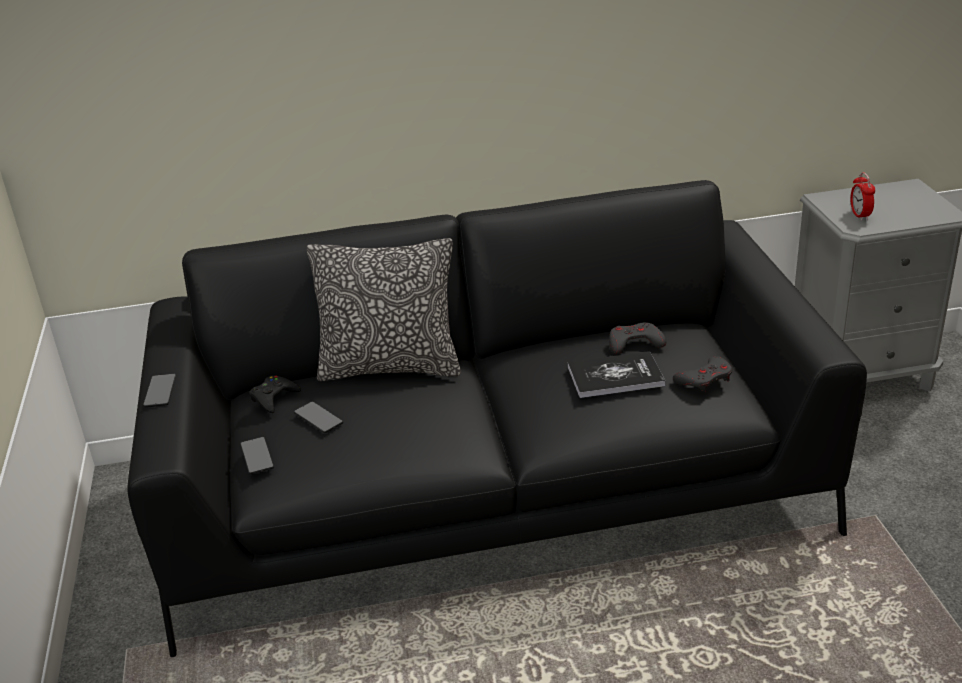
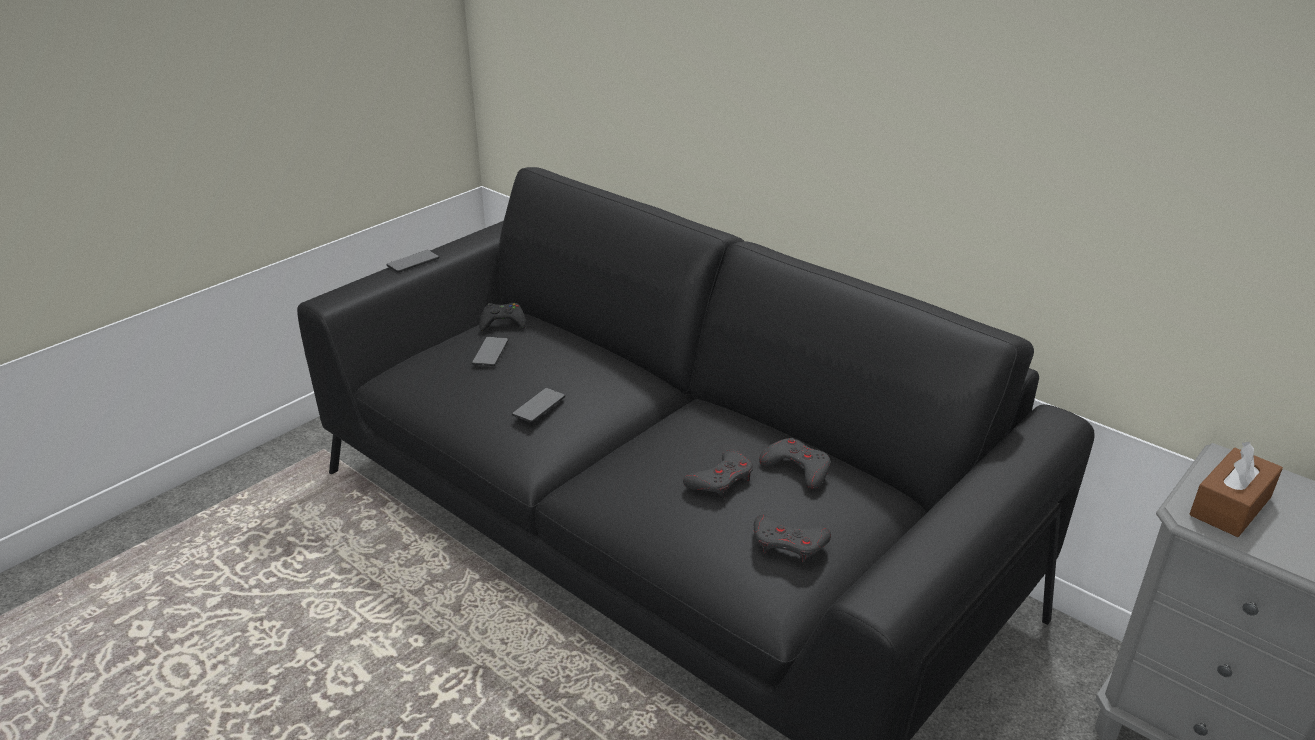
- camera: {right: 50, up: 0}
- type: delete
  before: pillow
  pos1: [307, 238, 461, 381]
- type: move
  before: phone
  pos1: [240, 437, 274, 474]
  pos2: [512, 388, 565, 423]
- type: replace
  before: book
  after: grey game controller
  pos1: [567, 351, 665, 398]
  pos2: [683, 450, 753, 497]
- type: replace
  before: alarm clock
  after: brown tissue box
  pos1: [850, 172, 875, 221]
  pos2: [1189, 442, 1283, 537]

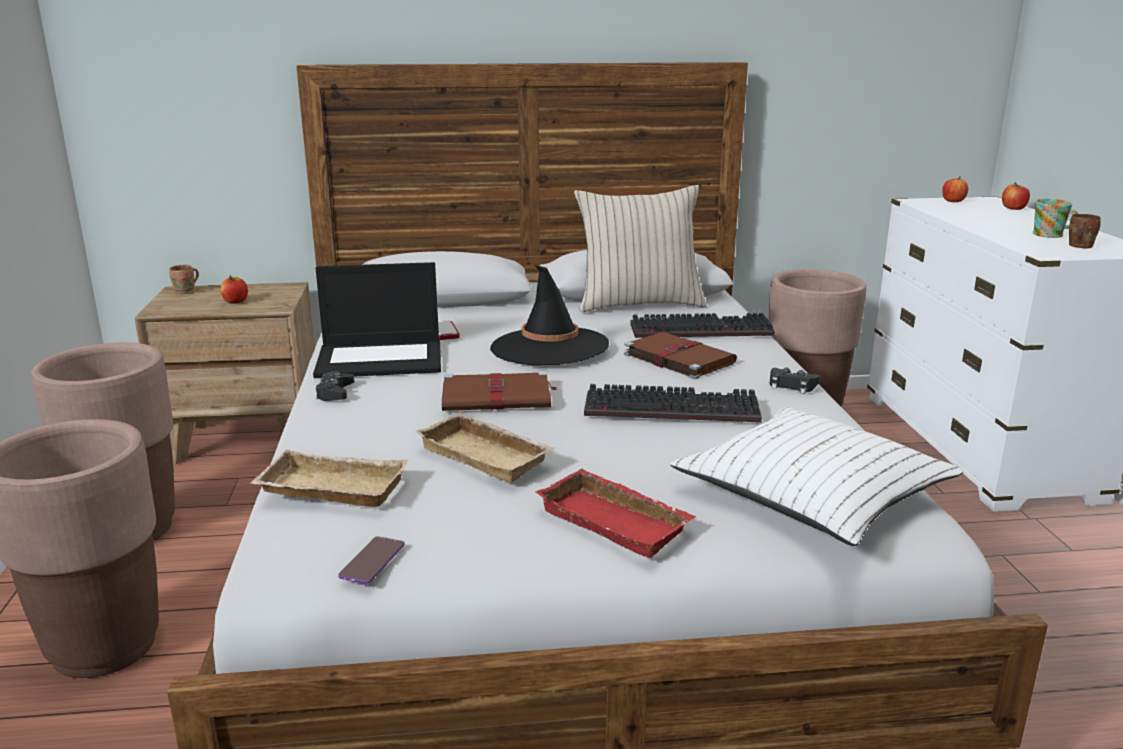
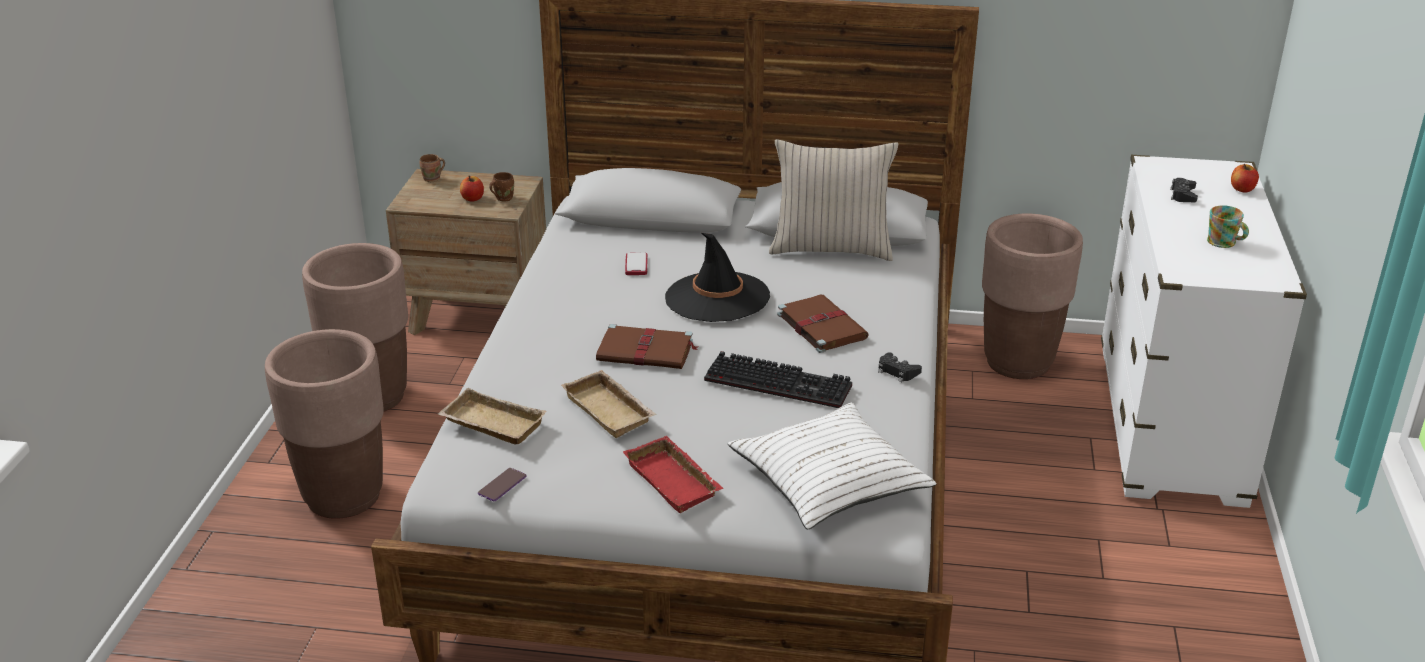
- camera: {right: 15, up: 10}
- type: delete
  before: laptop
  pos1: [313, 262, 441, 378]
- type: delete
  before: keyboard
  pos1: [630, 313, 775, 338]
- type: delete
  before: apple
  pos1: [942, 177, 968, 202]
- type: move
  before: black game controller
  pos1: [316, 371, 355, 401]
  pos2: [1170, 178, 1198, 202]
- type: move
  before: brown mug
  pos1: [1069, 214, 1101, 248]
  pos2: [489, 172, 514, 201]

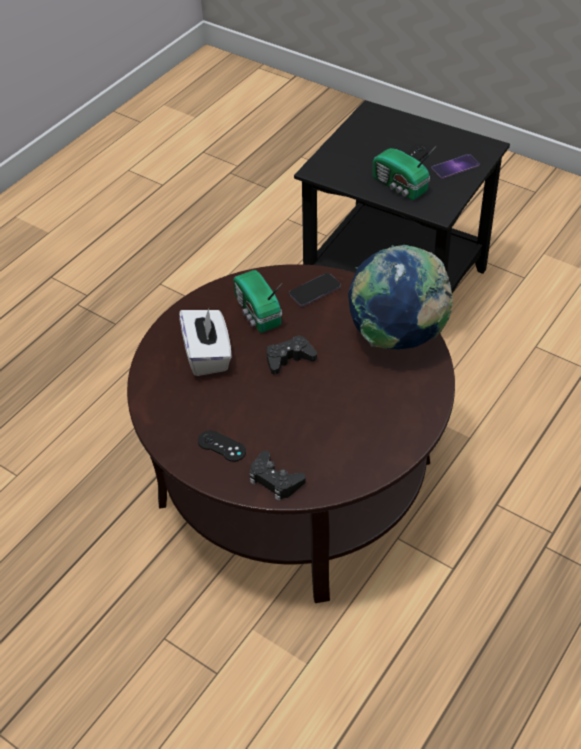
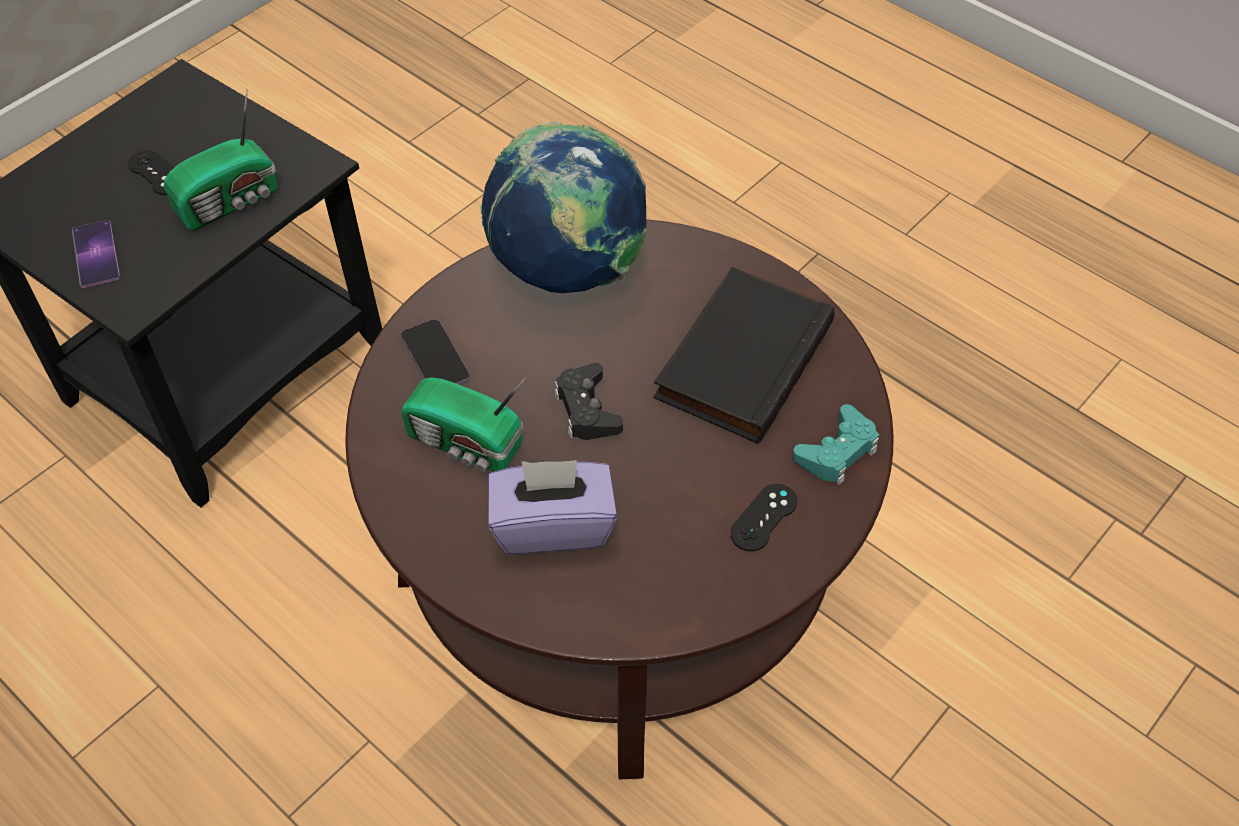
- camera: {right: -85, up: 5}
- type: insert
  after: black book
  pos2: [653, 267, 835, 444]
- type: move
  before: phone
  pos1: [431, 154, 480, 179]
  pos2: [72, 220, 120, 288]
- type: recolor
  before: white tissue box
  after: purple tissue box
  pos1: [179, 308, 232, 376]
  pos2: [488, 460, 617, 554]
- type: recolor
  before: black game controller
  after: turquoise game controller
  pos1: [250, 450, 306, 501]
  pos2: [792, 404, 879, 485]
- type: rotate
  before: radio
  pos1: [233, 270, 282, 333]
  pos2: [401, 377, 526, 472]
  turn: 45

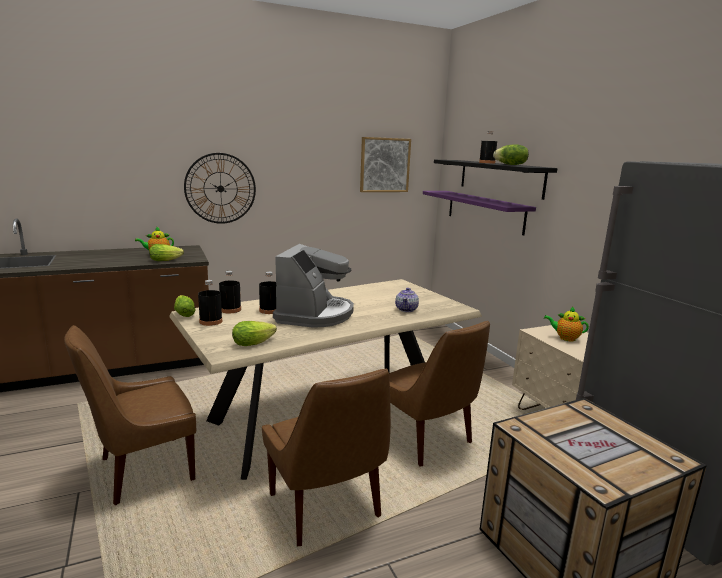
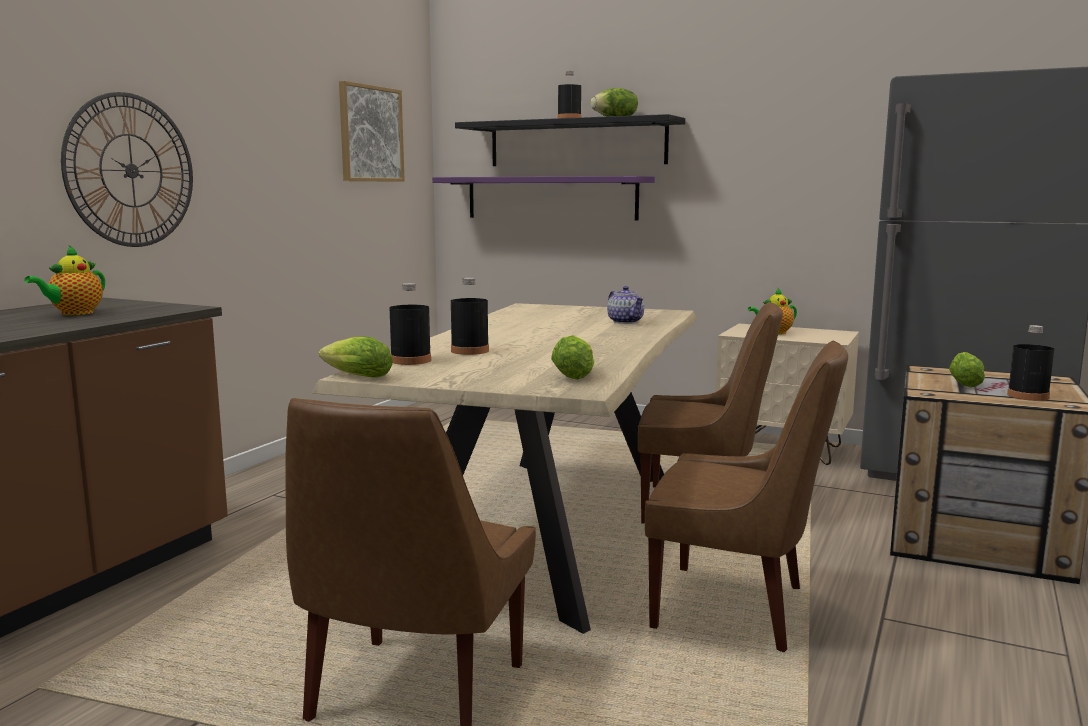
- camera: {right: -40, up: -5}
- type: delete
  before: coffee machine
  pos1: [273, 244, 354, 327]
- type: move
  before: lettuce
  pos1: [149, 244, 184, 261]
  pos2: [949, 352, 985, 388]
- type: move
  before: black bottle
  pos1: [198, 280, 222, 326]
  pos2: [1007, 325, 1054, 401]

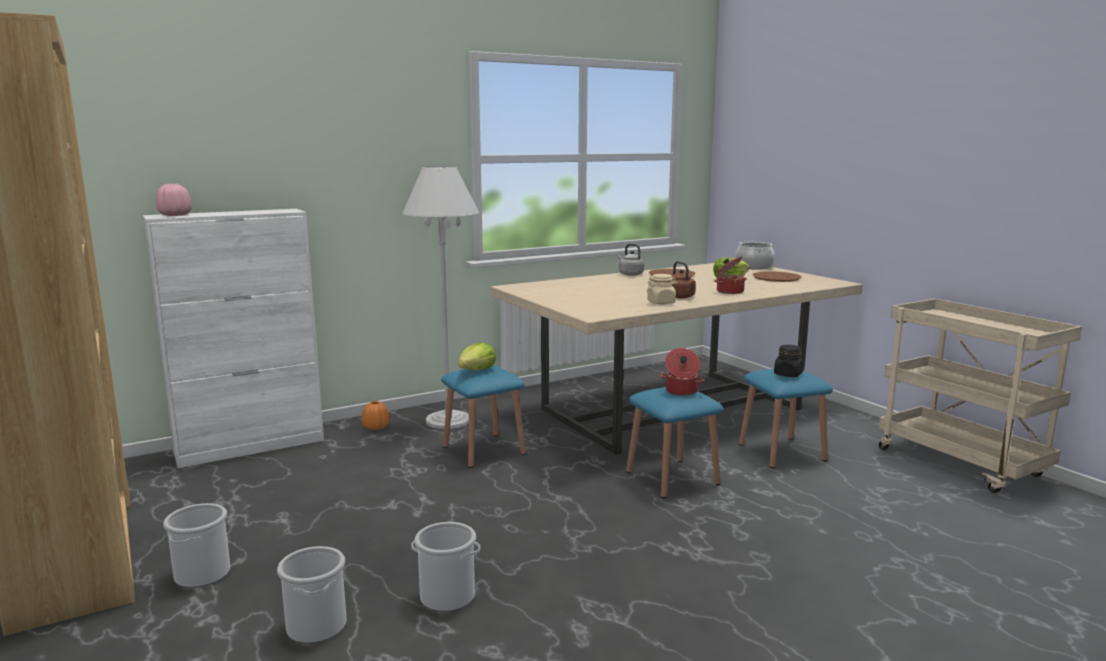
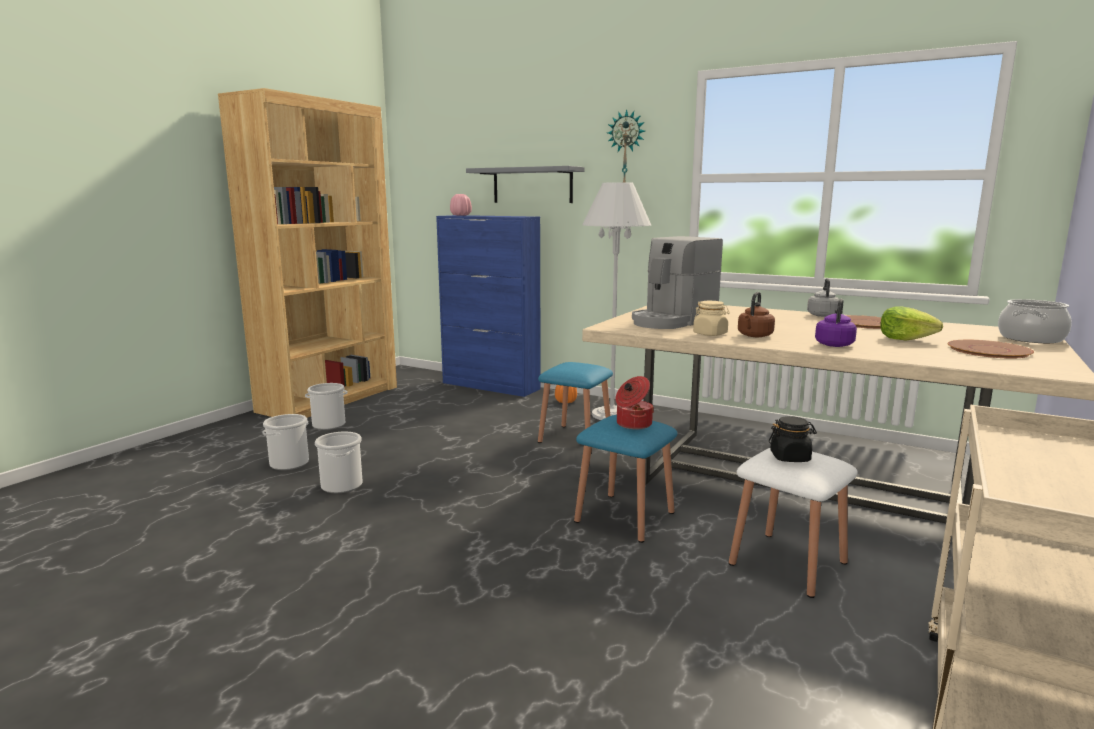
- camera: {right: 60, up: 0}
- type: delete
  before: lettuce
  pos1: [458, 342, 496, 370]
- type: insert
  after: grey shelf
  pos2: [466, 166, 585, 203]
- type: insert
  after: wall clock
  pos2: [607, 109, 645, 182]
- type: insert
  after: coffee machine
  pos2: [632, 236, 723, 329]
- type: replace
  before: cooking pot
  after: purple kettle
  pos1: [714, 257, 747, 294]
  pos2: [815, 299, 857, 347]
- type: recolor
  before: white cabinet
  after: blue cabinet
  pos1: [143, 209, 324, 468]
  pos2: [436, 215, 541, 397]
- type: recolor
  before: blue stool
  after: white stool
  pos1: [739, 369, 833, 468]
  pos2: [729, 448, 858, 598]

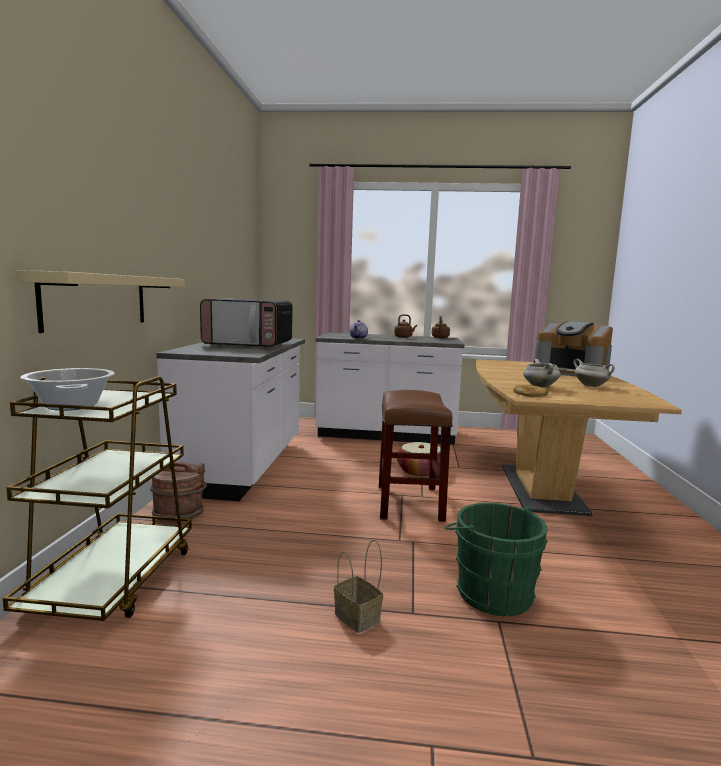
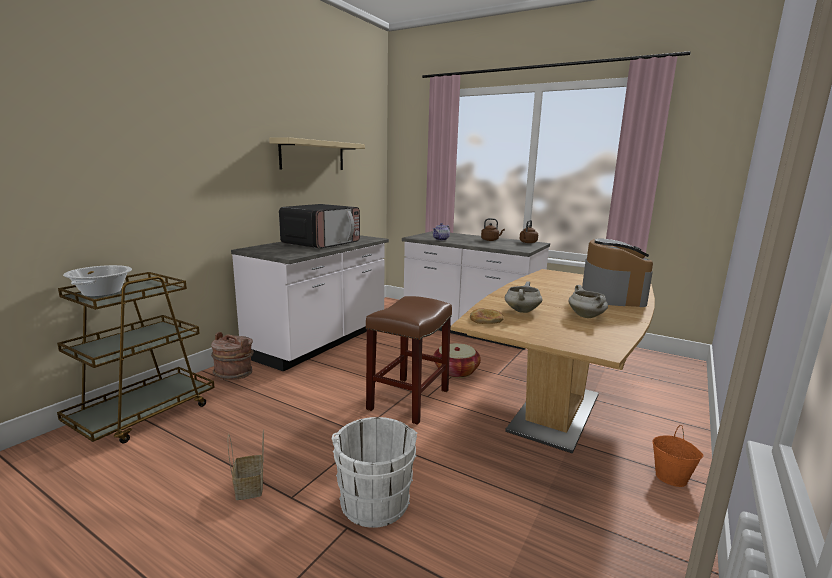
- camera: {right: 25, up: 5}
- type: insert
  after: orange bucket
  pos2: [652, 425, 704, 487]
- type: move
  before: beige shelf
  pos1: [16, 270, 185, 333]
  pos2: [269, 137, 365, 170]
- type: recolor
  before: green bucket
  after: white bucket
  pos1: [444, 503, 548, 616]
  pos2: [332, 417, 417, 528]
- type: rotate
  before: microwave
  pos1: [200, 299, 293, 348]
  pos2: [279, 204, 360, 249]
  turn: -90
- type: rotate
  before: coffee machine
  pos1: [534, 321, 613, 377]
  pos2: [582, 238, 653, 307]
  turn: -150

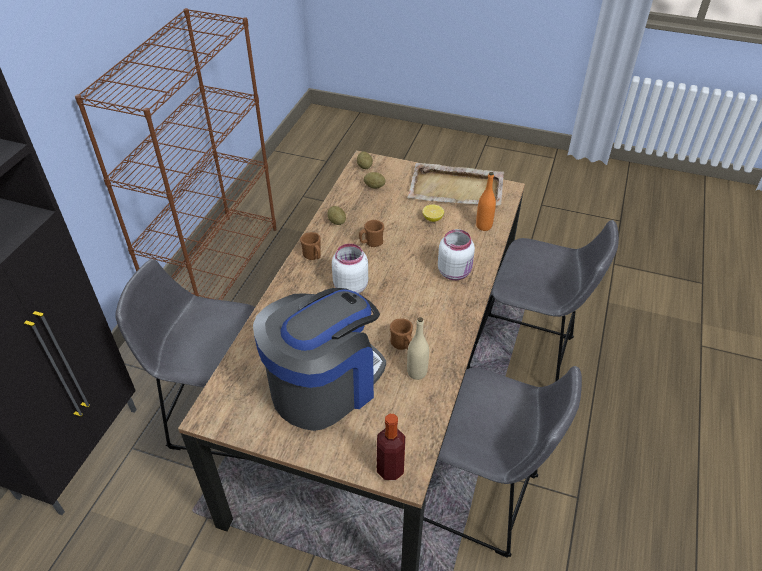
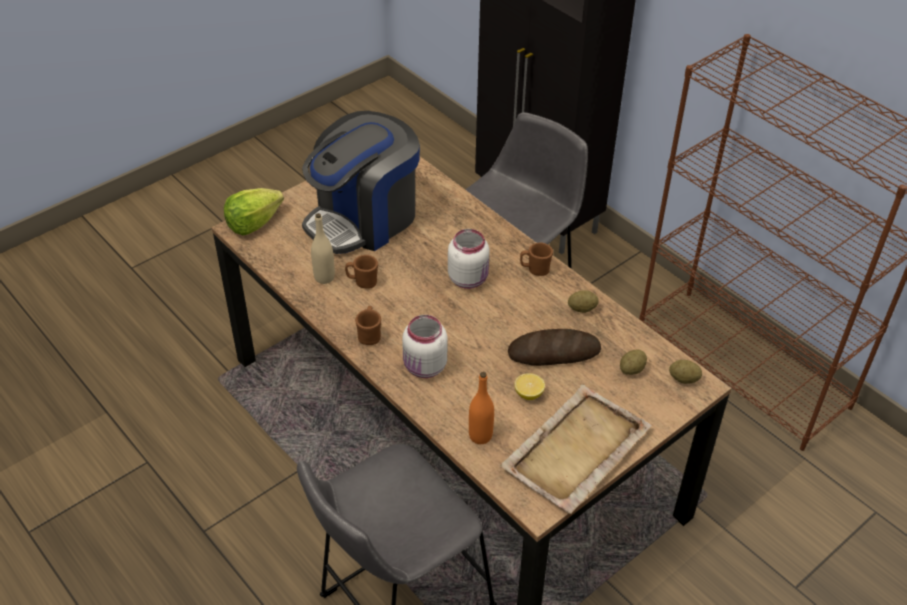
- camera: {right: 120, up: 0}
- type: delete
  before: grey stool
  pos1: [423, 366, 582, 558]
- type: insert
  after: bread
  pos2: [508, 329, 601, 366]
- type: move
  before: brown mug
  pos1: [359, 220, 384, 247]
  pos2: [355, 306, 381, 345]
- type: replace
  before: bottle
  after: lettuce
  pos1: [377, 414, 405, 480]
  pos2: [224, 188, 284, 235]
- type: rotate
  before: coffee machine
  pos1: [253, 288, 386, 431]
  pos2: [302, 111, 420, 254]
  turn: 60

